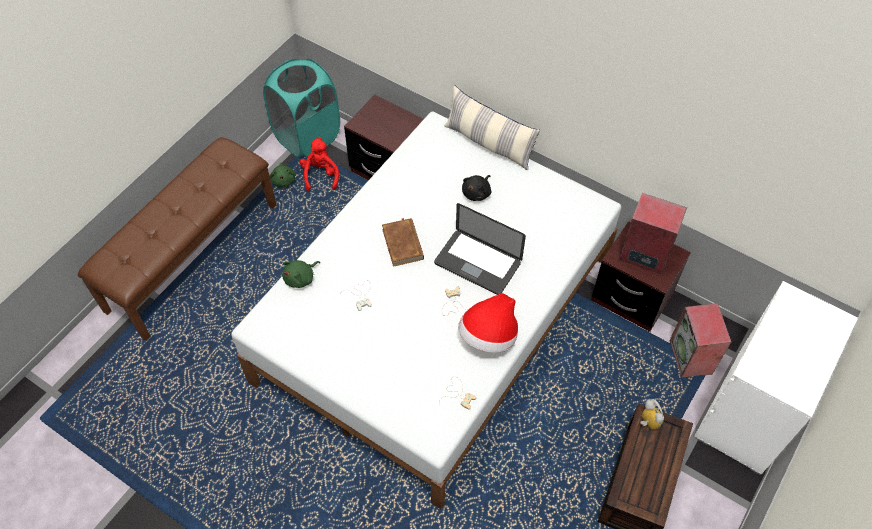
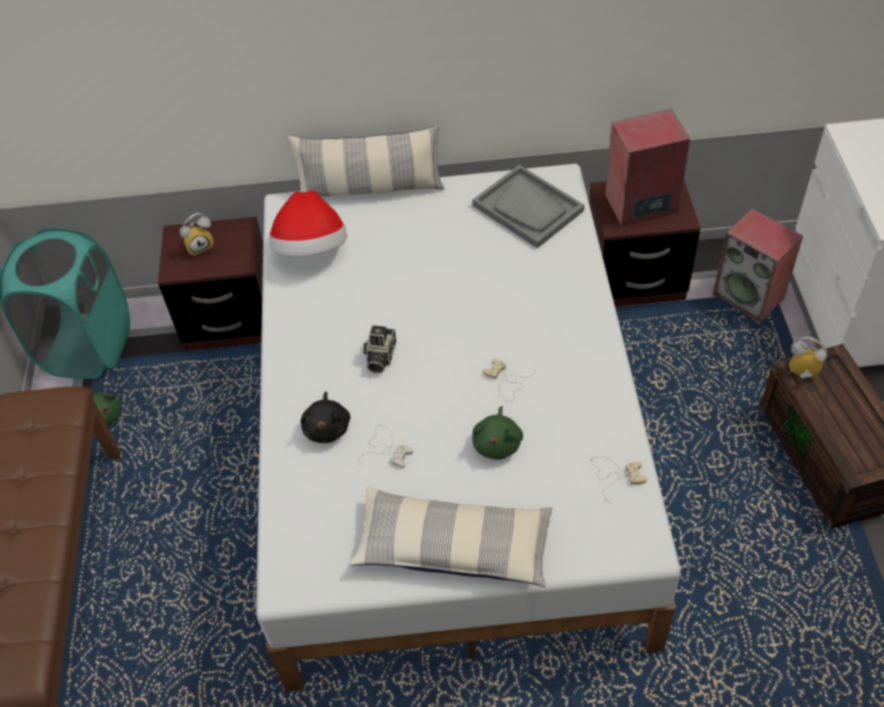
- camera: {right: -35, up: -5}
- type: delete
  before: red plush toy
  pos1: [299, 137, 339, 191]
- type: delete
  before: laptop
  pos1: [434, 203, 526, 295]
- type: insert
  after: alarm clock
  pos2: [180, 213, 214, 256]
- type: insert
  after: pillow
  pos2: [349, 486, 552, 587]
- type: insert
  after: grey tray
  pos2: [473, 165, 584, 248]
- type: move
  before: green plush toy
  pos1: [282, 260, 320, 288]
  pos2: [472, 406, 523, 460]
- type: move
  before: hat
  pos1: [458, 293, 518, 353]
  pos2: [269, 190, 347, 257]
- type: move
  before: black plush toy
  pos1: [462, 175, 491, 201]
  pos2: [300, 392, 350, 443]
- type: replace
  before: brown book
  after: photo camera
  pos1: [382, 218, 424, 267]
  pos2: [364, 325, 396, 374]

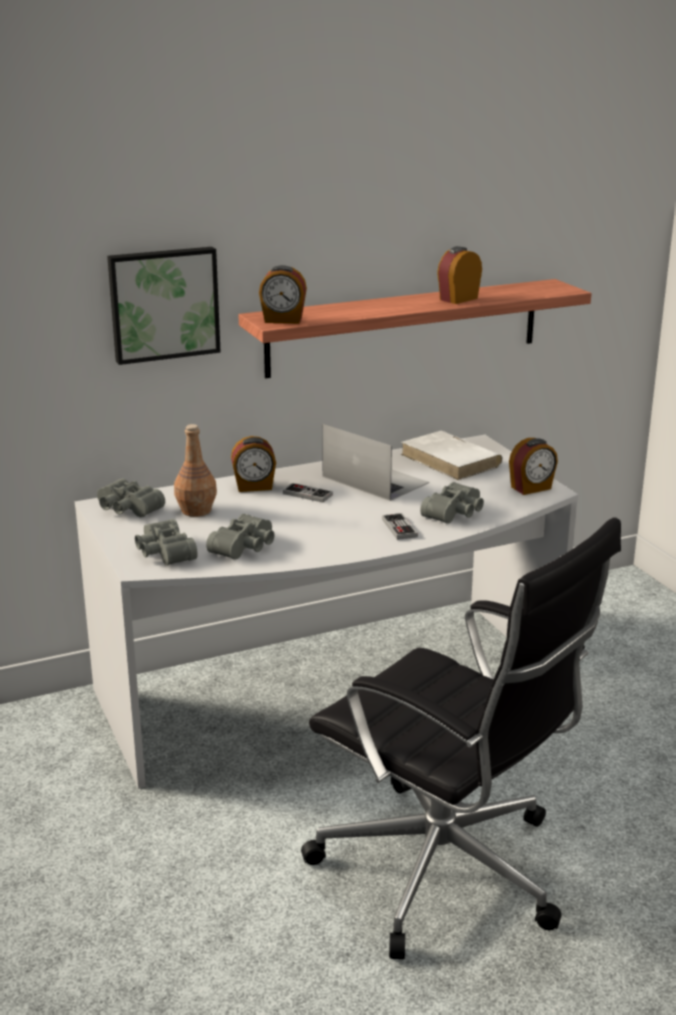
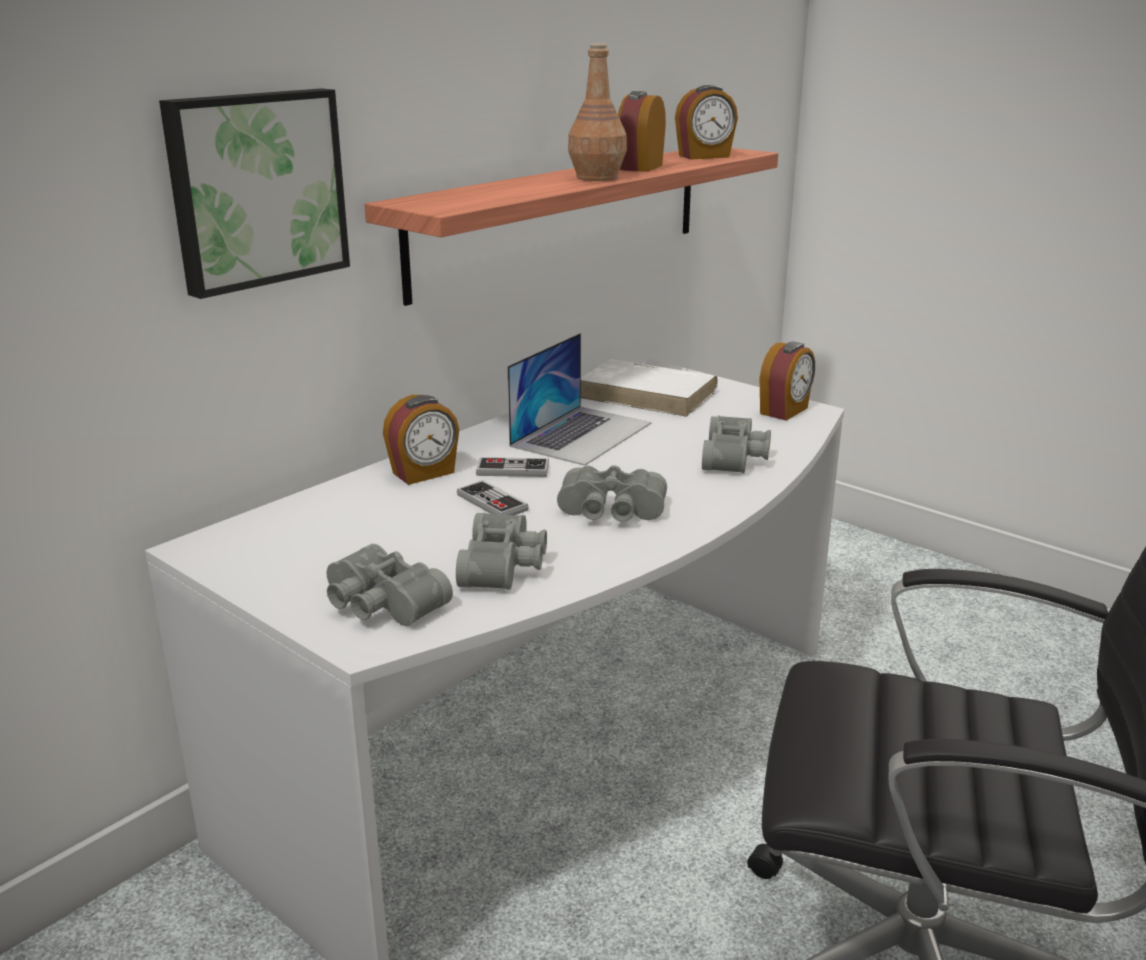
- camera: {right: -25, up: 0}
- type: move
  before: grey binoculars
  pos1: [97, 479, 165, 517]
  pos2: [557, 465, 667, 522]
- type: move
  before: brown bottle
  pos1: [174, 424, 217, 517]
  pos2: [568, 43, 627, 181]
- type: move
  before: alarm clock
  pos1: [259, 265, 307, 324]
  pos2: [675, 85, 738, 160]
- type: move
  before: game controller
  pos1: [382, 513, 418, 540]
  pos2: [457, 480, 529, 515]
- type: rotate
  before: laptop
  pos1: [322, 424, 429, 501]
  pos2: [507, 333, 651, 466]
  turn: 105

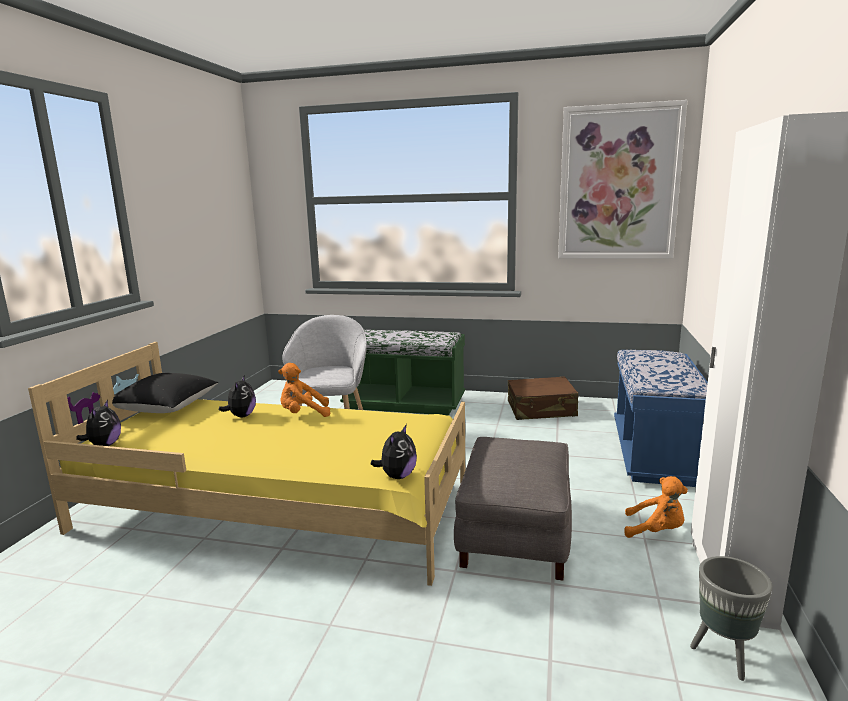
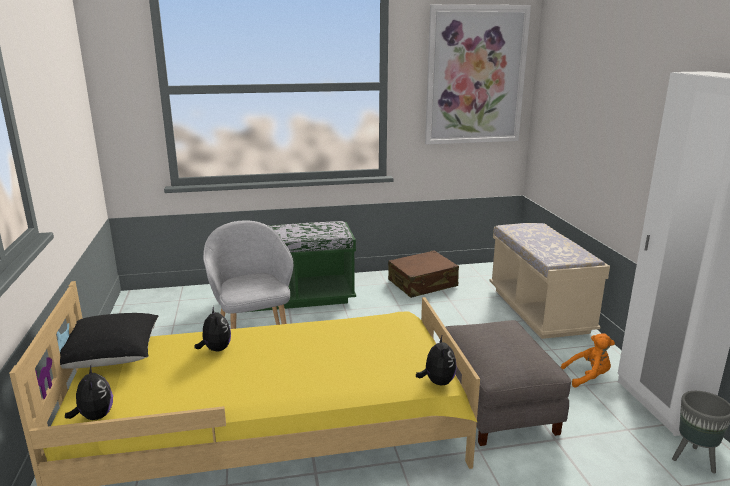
- camera: {right: -25, up: 5}
- type: delete
  before: orange plush toy
  pos1: [278, 363, 330, 417]
- type: recolor
  before: blue bench
  after: beige bench
  pos1: [614, 350, 708, 487]
  pos2: [490, 223, 610, 339]

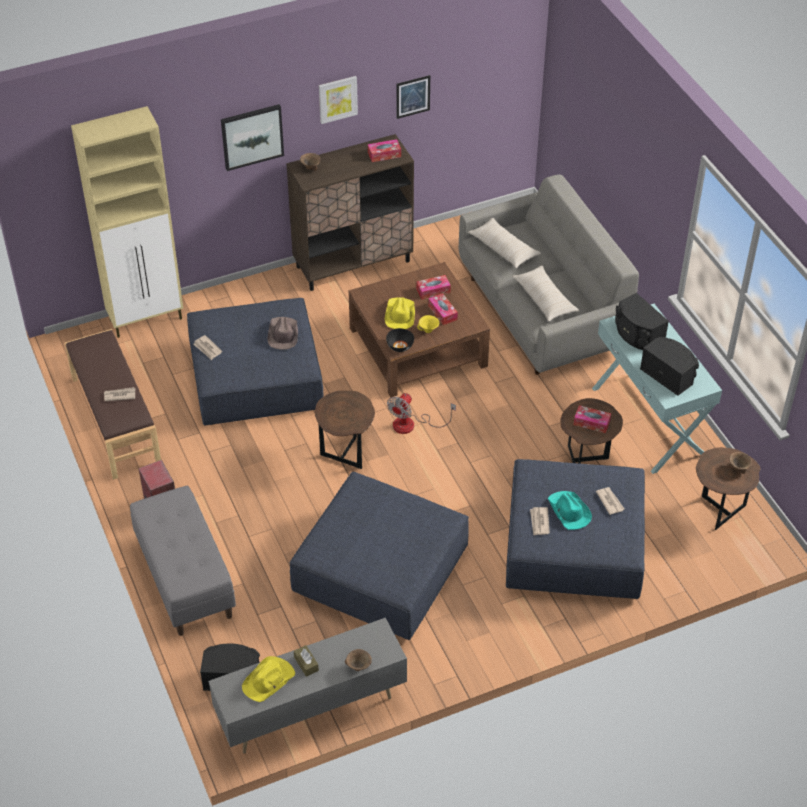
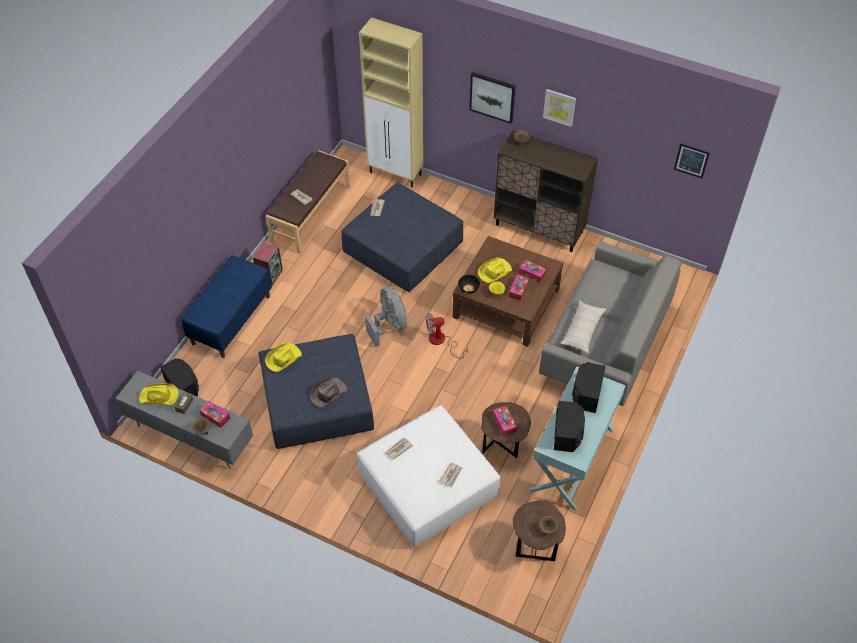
- camera: {right: 50, up: 5}
- type: delete
  before: beige pillow
  pos1: [468, 218, 541, 268]
- type: delete
  before: turquoise hat
  pos1: [548, 491, 592, 530]
- type: insert
  after: yellow hat
  pos2: [265, 343, 302, 372]
- type: move
  before: brown hat
  pos1: [267, 317, 298, 350]
  pos2: [309, 377, 347, 407]
- type: move
  before: tissue box
  pos1: [368, 139, 401, 162]
  pos2: [199, 401, 230, 428]
- type: move
  before: picture
  pos1: [396, 75, 430, 119]
  pos2: [674, 143, 710, 178]
- type: replace
  before: brown side table
  after: grey fan
  pos1: [315, 391, 375, 469]
  pos2: [365, 286, 407, 347]
- type: recolor
  before: grey bench
  after: blue bench
  pos1: [130, 486, 236, 636]
  pos2: [181, 255, 272, 358]
- type: recolor
  before: blue ottoman
  after: white ottoman
  pos1: [506, 459, 645, 599]
  pos2: [357, 405, 500, 547]

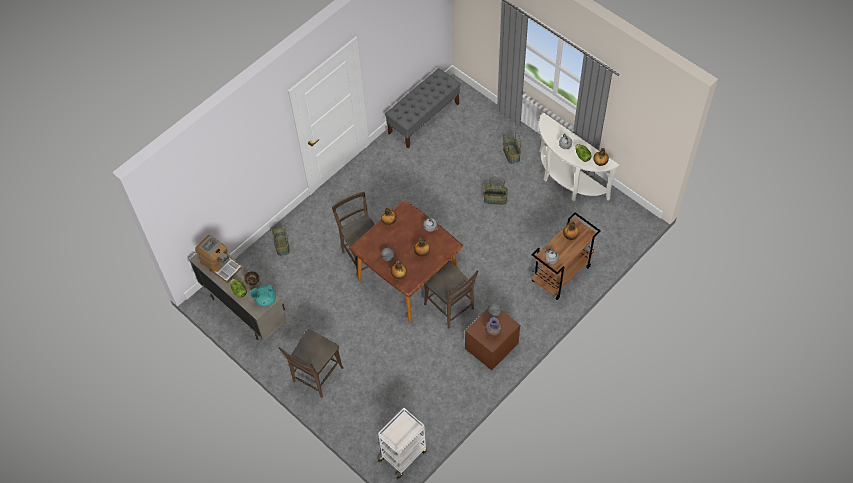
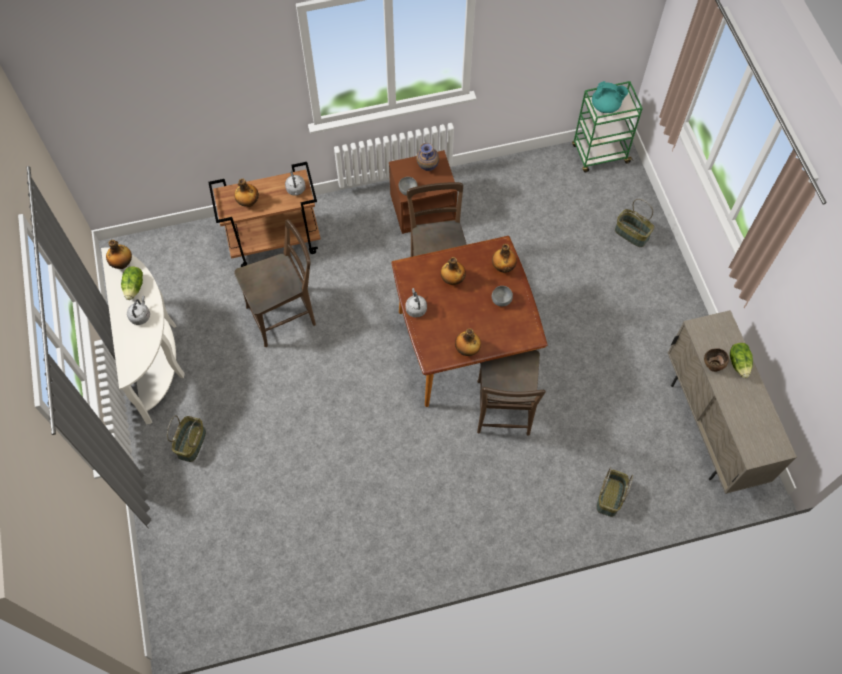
- camera: {right: -150, up: 5}
- type: delete
  before: coffee machine
  pos1: [195, 235, 242, 283]
- type: delete
  before: grey bench
  pos1: [385, 68, 461, 148]
- type: move
  before: turquoise teapot
  pos1: [250, 284, 276, 306]
  pos2: [592, 81, 628, 113]
- type: move
  before: brown chair
  pos1: [279, 329, 344, 398]
  pos2: [234, 219, 316, 347]
- type: move
  before: basket
  pos1: [484, 176, 508, 205]
  pos2: [615, 199, 654, 247]
- type: recolor
  before: white cart
  after: green cart
  pos1: [378, 408, 427, 479]
  pos2: [572, 81, 643, 172]

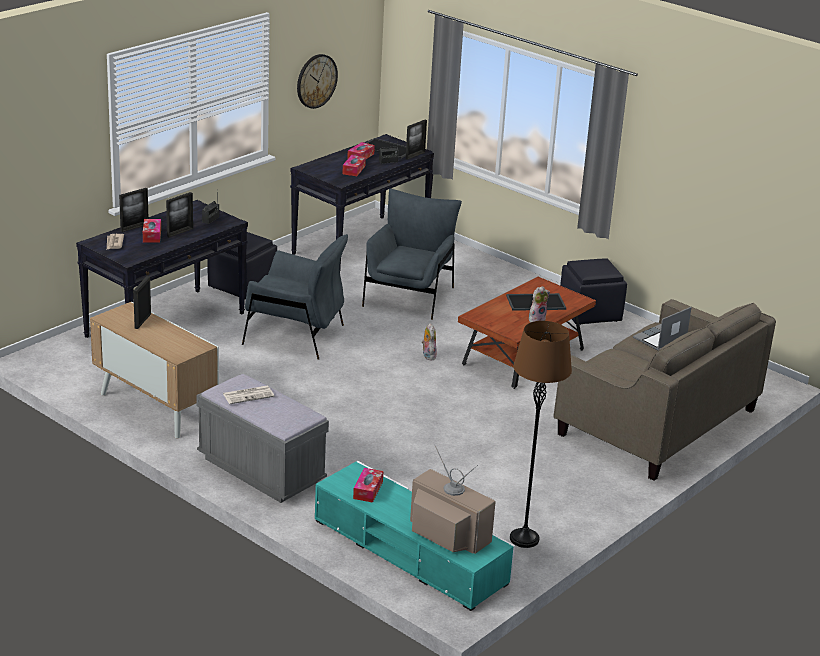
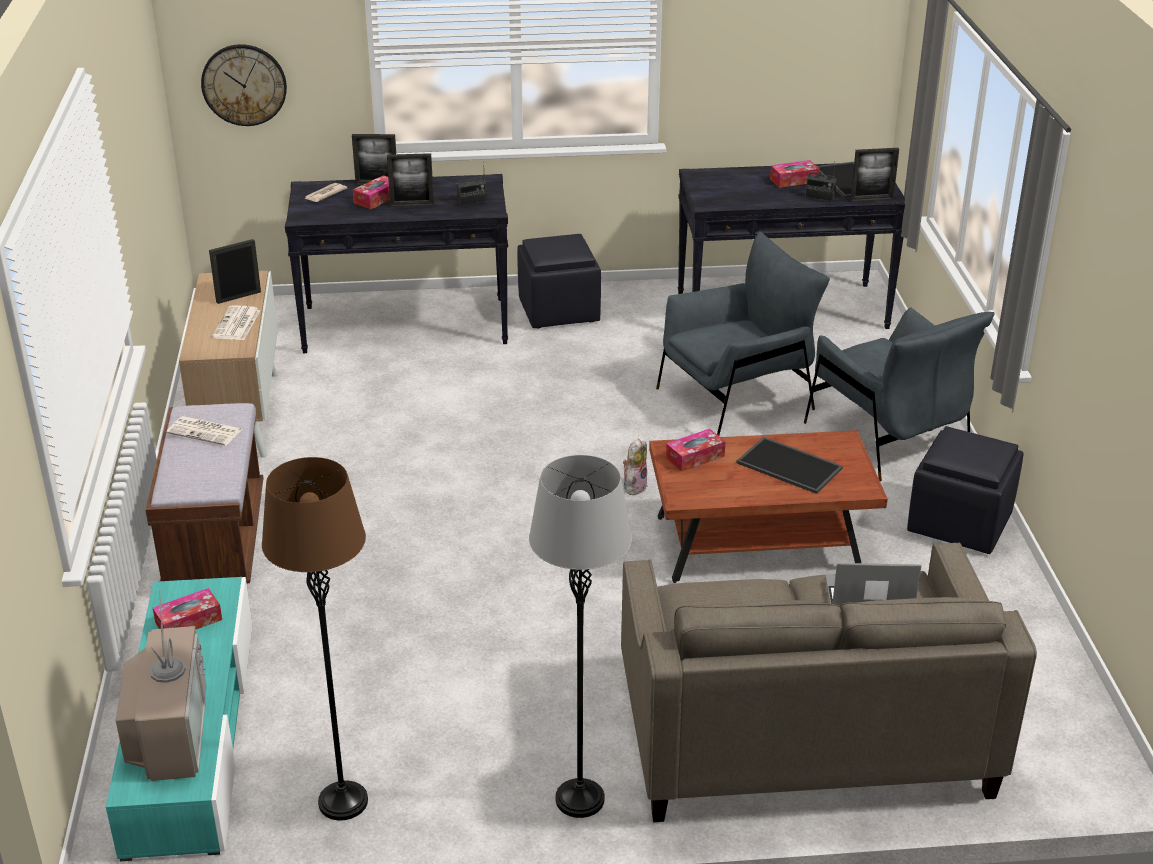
- camera: {right: 45, up: 5}
- type: delete
  before: plush toy
  pos1: [529, 286, 550, 322]
- type: insert
  after: newspaper
  pos2: [212, 305, 261, 340]
- type: insert
  after: grey floor lamp
  pos2: [529, 455, 632, 818]
- type: move
  before: grey armchair
  pos1: [242, 234, 348, 360]
  pos2: [804, 307, 995, 481]
- type: move
  before: wall clock
  pos1: [297, 54, 338, 109]
  pos2: [201, 44, 287, 126]
- type: move
  before: tissue box
  pos1: [342, 155, 366, 176]
  pos2: [666, 429, 726, 472]
- type: recolor
  before: grey bench
  after: brown bench
  pos1: [196, 374, 329, 503]
  pos2: [146, 403, 264, 583]

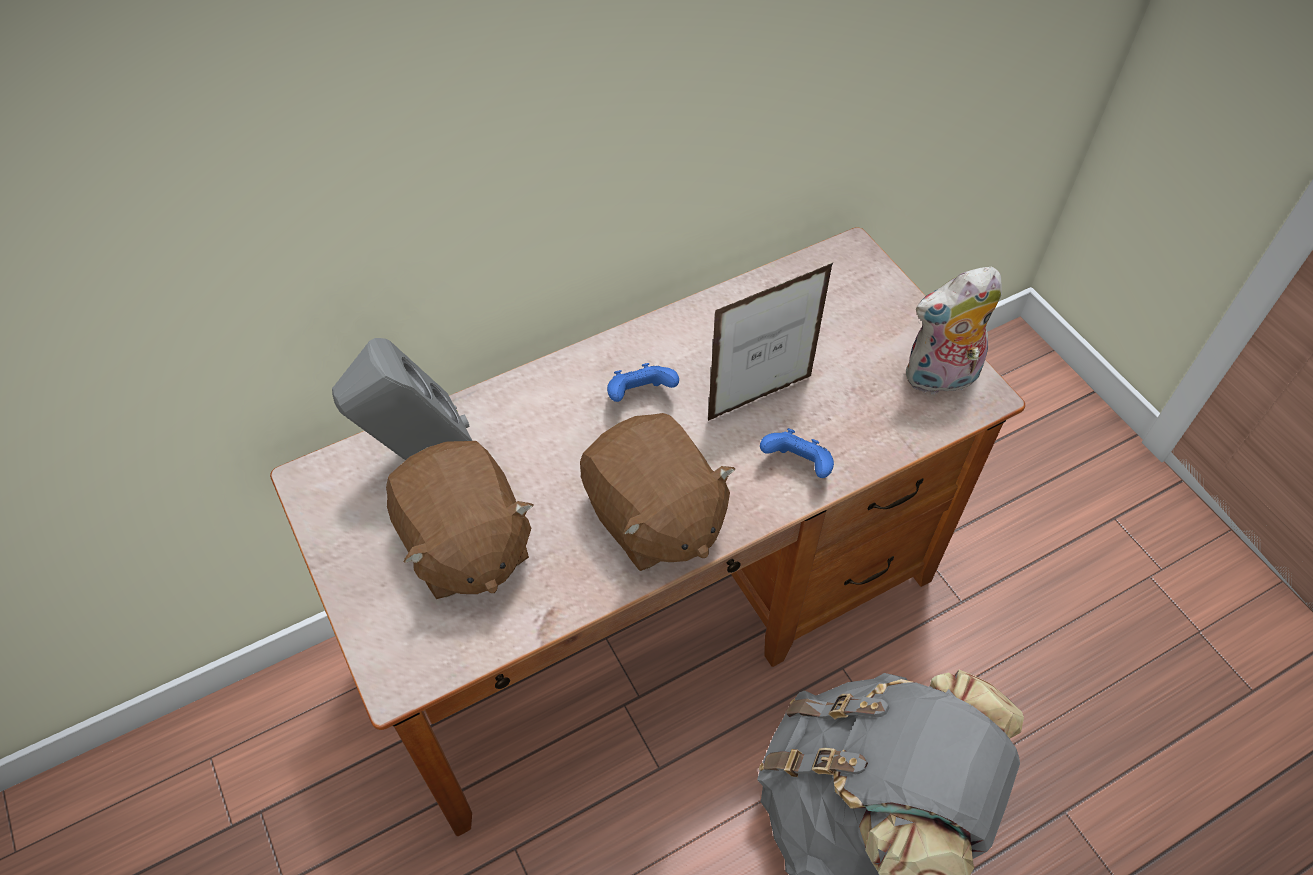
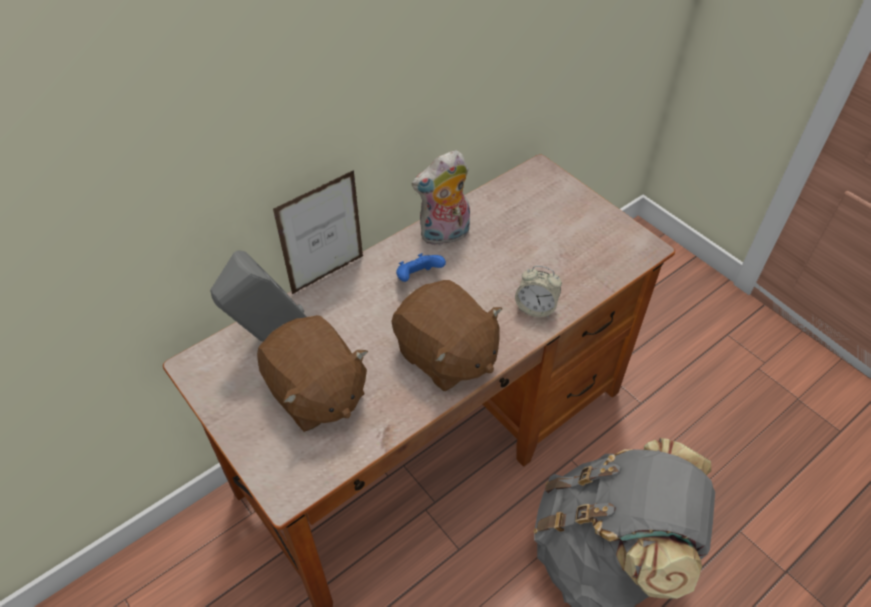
- camera: {right: -10, up: -5}
- type: move
  before: picture frame
  pos1: [708, 263, 833, 421]
  pos2: [273, 170, 363, 294]
- type: move
  before: plush toy
  pos1: [906, 267, 1002, 395]
  pos2: [412, 150, 470, 246]
- type: replace
  before: blue game controller
  after: alarm clock
  pos1: [760, 428, 834, 478]
  pos2: [515, 266, 562, 318]

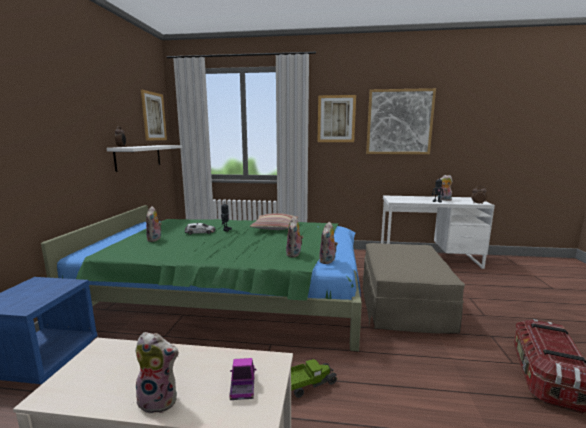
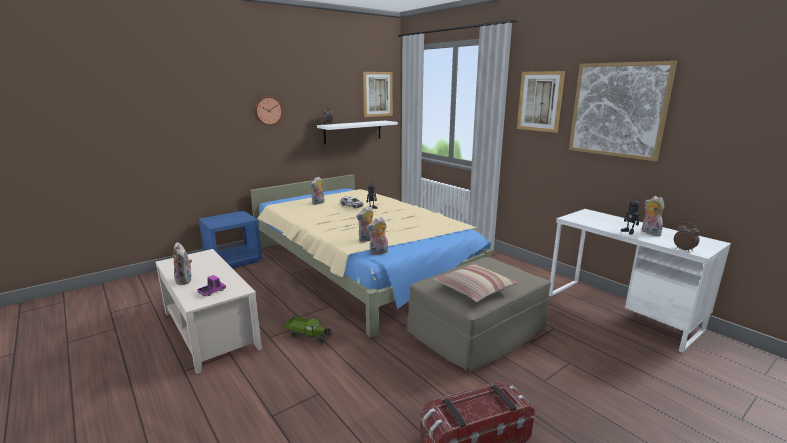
- camera: {right: 45, up: 5}
- type: insert
  after: wall clock
  pos2: [254, 96, 283, 125]
- type: move
  before: pillow
  pos1: [250, 213, 298, 230]
  pos2: [434, 264, 518, 302]
- type: recolor
  before: green bed
  after: beige bed
  pos1: [41, 205, 362, 351]
  pos2: [250, 174, 491, 338]

